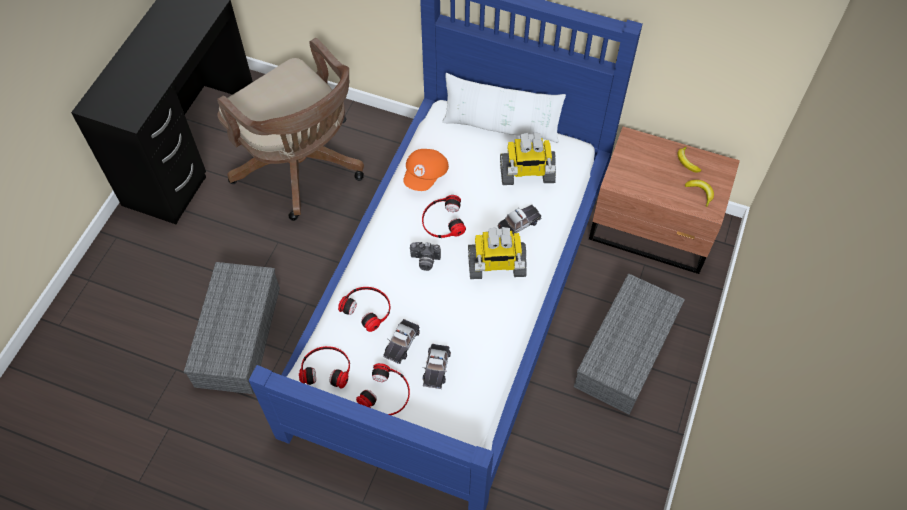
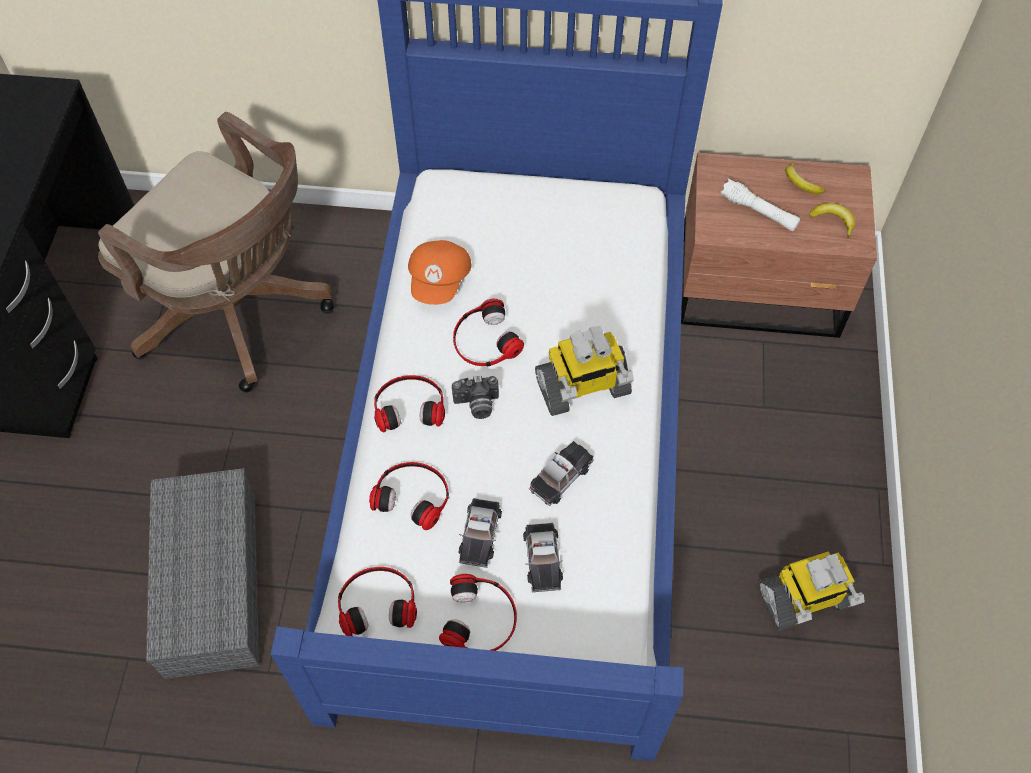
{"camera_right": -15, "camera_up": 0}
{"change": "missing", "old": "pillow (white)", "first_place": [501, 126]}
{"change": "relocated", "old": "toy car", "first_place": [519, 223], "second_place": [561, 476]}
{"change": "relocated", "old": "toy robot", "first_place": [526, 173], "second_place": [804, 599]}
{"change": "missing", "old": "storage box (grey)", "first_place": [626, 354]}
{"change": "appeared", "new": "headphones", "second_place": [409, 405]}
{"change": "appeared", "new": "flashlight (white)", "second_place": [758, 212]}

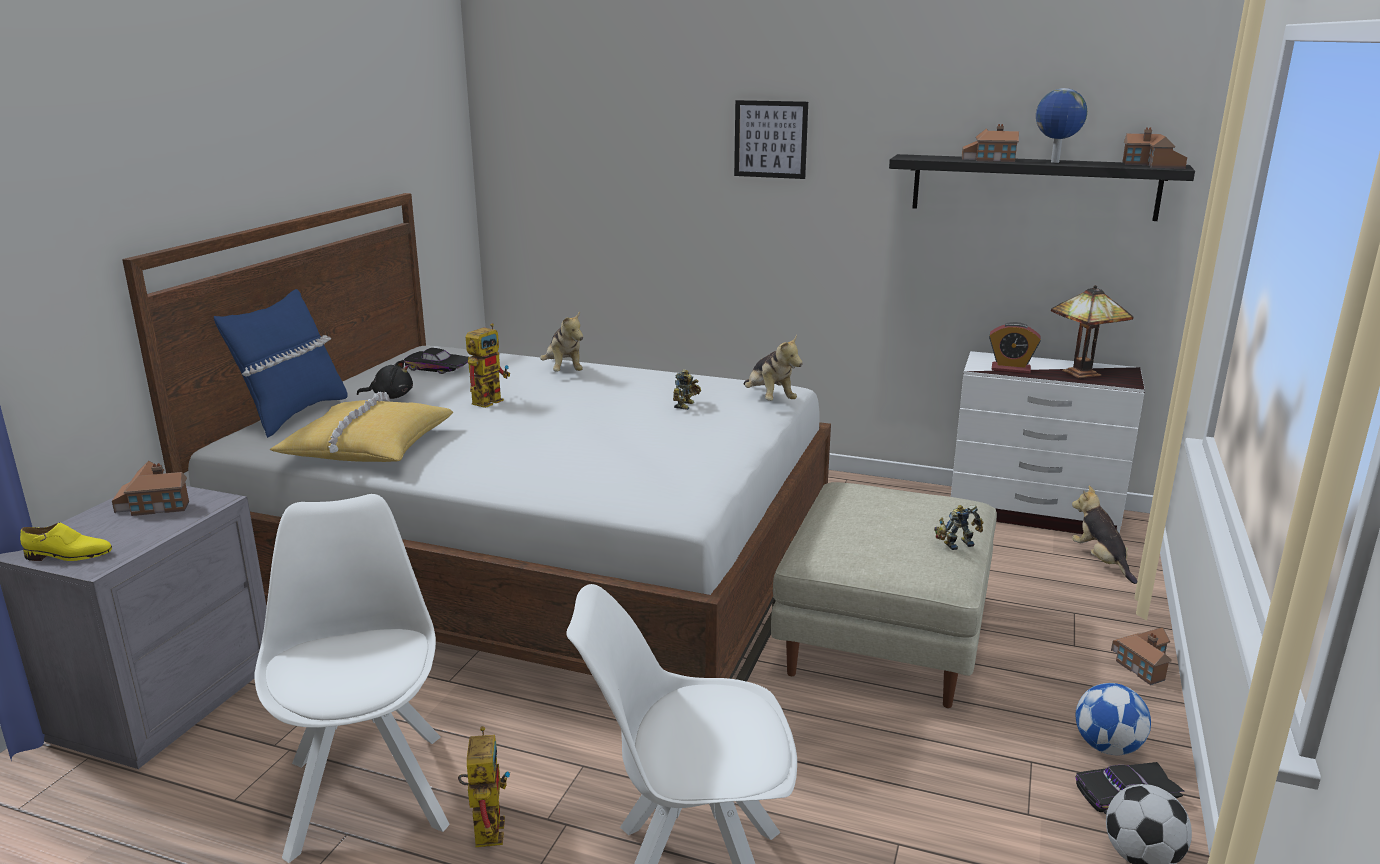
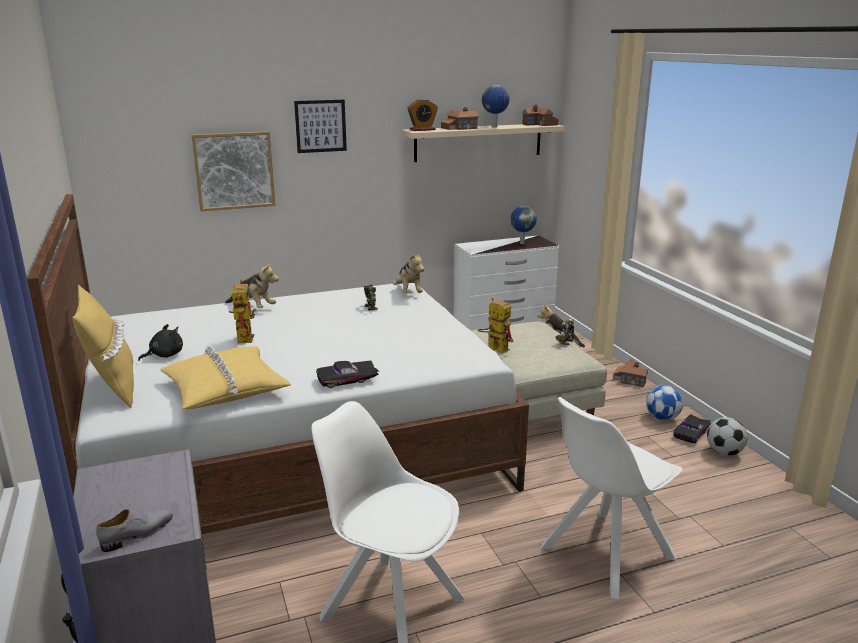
{"camera_right": -40, "camera_up": 0}
{"change": "colour", "old": "shoe (yellow)", "new": "shoe (grey)", "first_place": [69, 555], "second_place": [138, 534]}
{"change": "missing", "old": "toy house", "first_place": [153, 504]}
{"change": "colour", "old": "pillow (blue)", "new": "pillow (yellow)", "first_place": [293, 414], "second_place": [113, 388]}
{"change": "relocated", "old": "toy car (black)", "first_place": [437, 369], "second_place": [348, 380]}
{"change": "relocated", "old": "toy robot", "first_place": [486, 825], "second_place": [493, 348]}
{"change": "spun", "old": "plush toy", "first_place": [769, 399], "second_place": [408, 292], "degrees": 45}
{"change": "colour", "old": "shelf (black)", "new": "shelf (beige)", "first_place": [1033, 187], "second_place": [478, 142]}
{"change": "relocated", "old": "alarm clock", "first_place": [1010, 369], "second_place": [422, 130]}
{"change": "exchanged", "old": "table lamp", "new": "globe", "first_place": [1082, 373], "second_place": [522, 243]}
{"change": "appeared", "new": "picture", "second_place": [234, 170]}

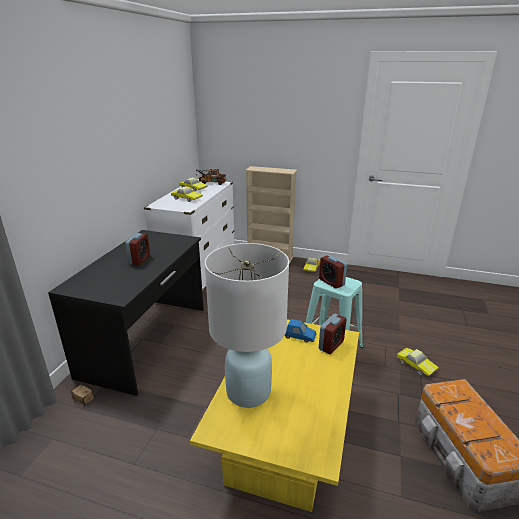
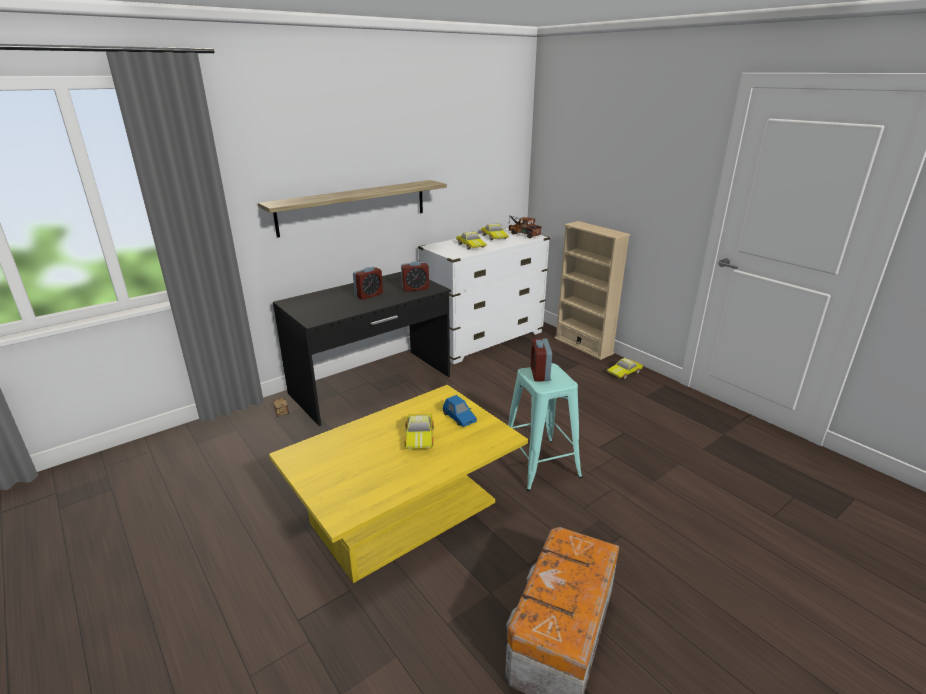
{"camera_right": 35, "camera_up": 0}
{"change": "missing", "old": "table lamp (white)", "first_place": [248, 391]}
{"change": "relocated", "old": "alarm clock", "first_place": [331, 345], "second_place": [415, 288]}
{"change": "relocated", "old": "toy car", "first_place": [416, 364], "second_place": [420, 436]}
{"change": "appeared", "new": "shelf", "second_place": [353, 207]}

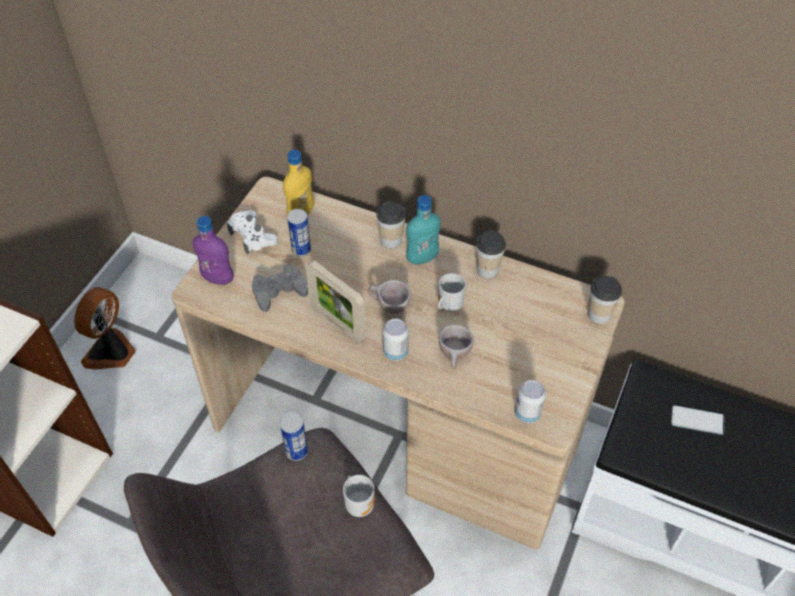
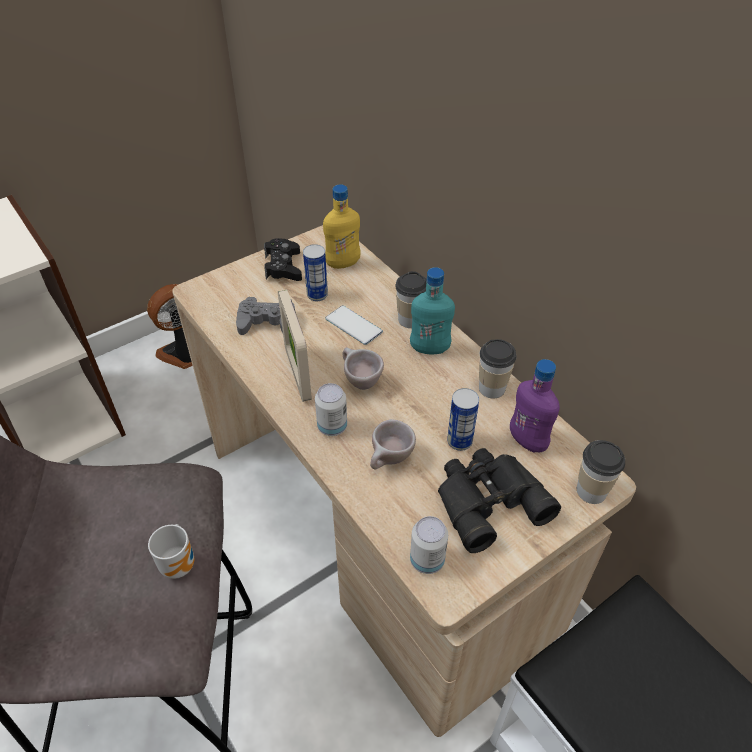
{"camera_right": 30, "camera_up": -5}
{"change": "relocated", "old": "bottle (purple)", "first_place": [218, 278], "second_place": [527, 441]}
{"change": "colour", "old": "game controller (white)", "new": "game controller (black)", "first_place": [252, 236], "second_place": [283, 266]}
{"change": "relocated", "old": "can", "first_place": [296, 451], "second_place": [459, 441]}
{"change": "missing", "old": "mug", "first_place": [448, 306]}
{"change": "relocated", "old": "phone", "first_place": [697, 420], "second_place": [353, 325]}
{"change": "appeared", "new": "binoculars (black)", "second_place": [487, 500]}

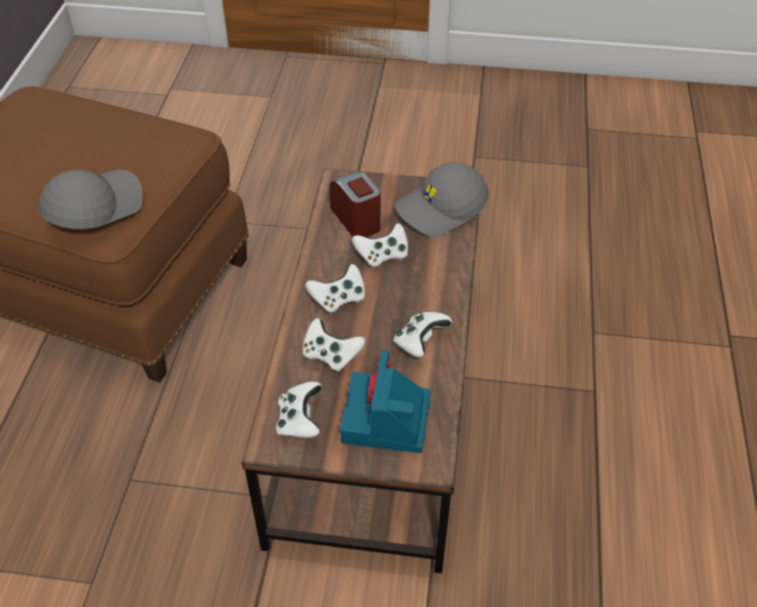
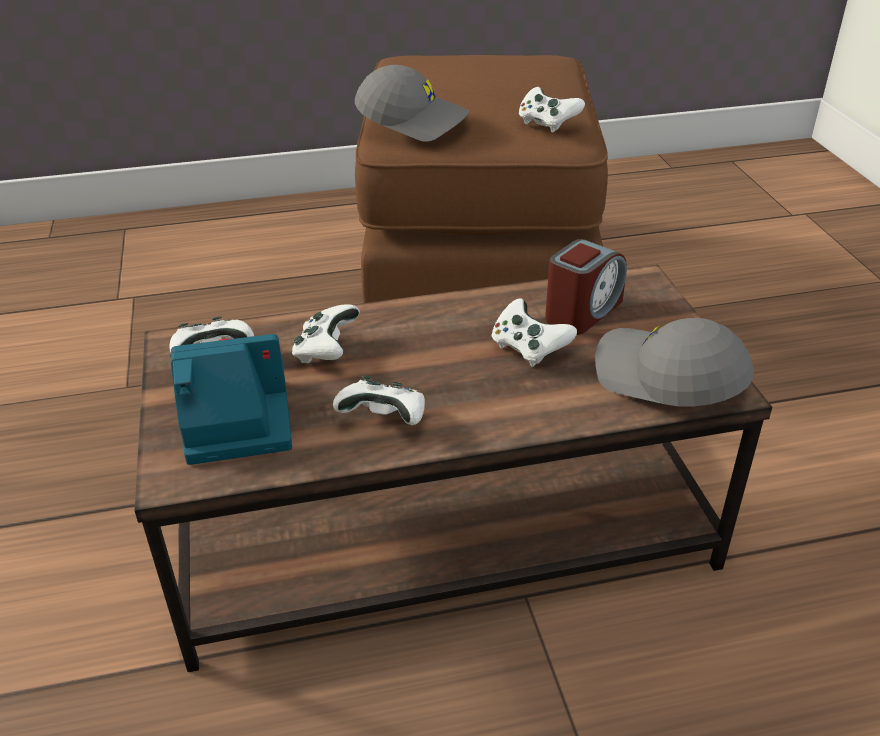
{"camera_right": 70, "camera_up": -10}
{"change": "relocated", "old": "game controller (white)", "first_place": [338, 299], "second_place": [547, 123]}

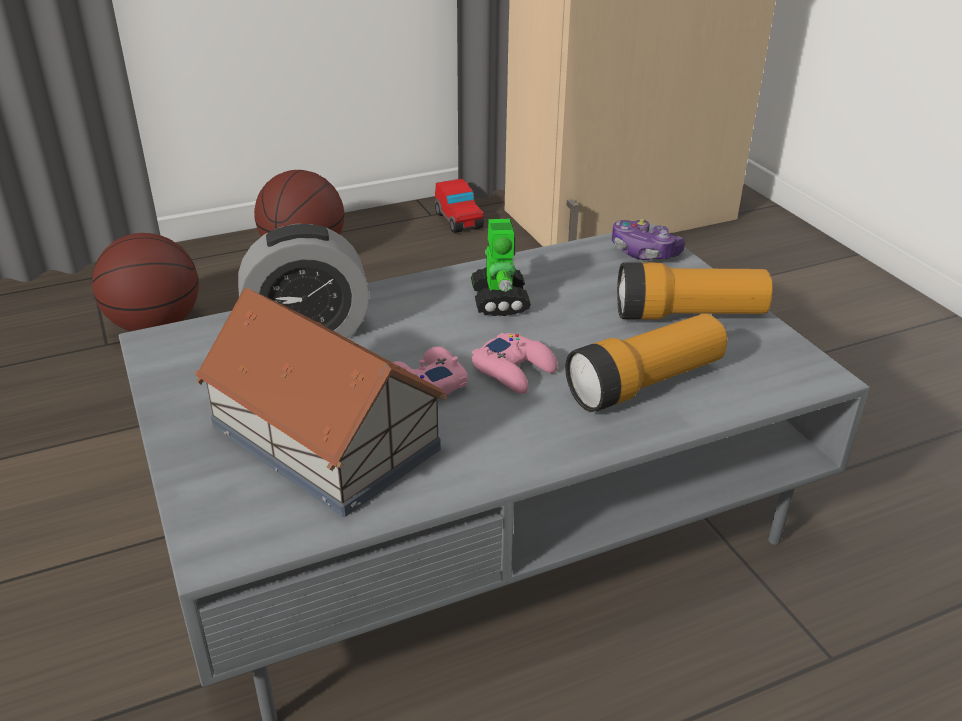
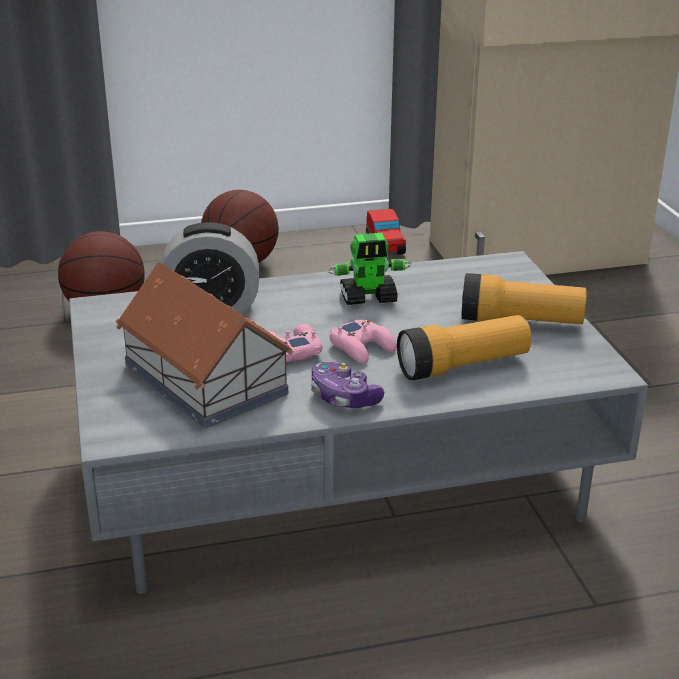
{"camera_right": 10, "camera_up": -5}
{"change": "spun", "old": "toy robot", "first_place": [499, 300], "second_place": [369, 298], "degrees": 75}
{"change": "relocated", "old": "game controller", "first_place": [644, 252], "second_place": [343, 398]}

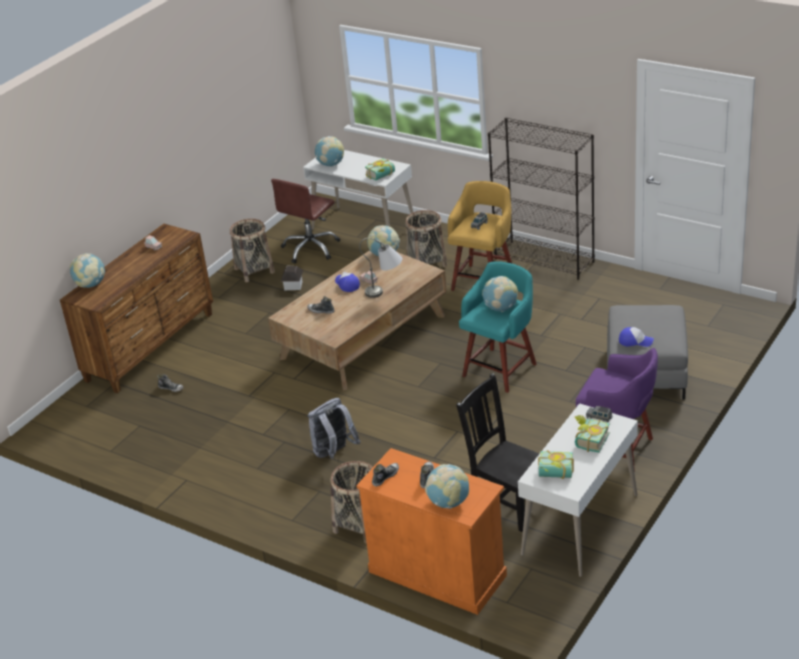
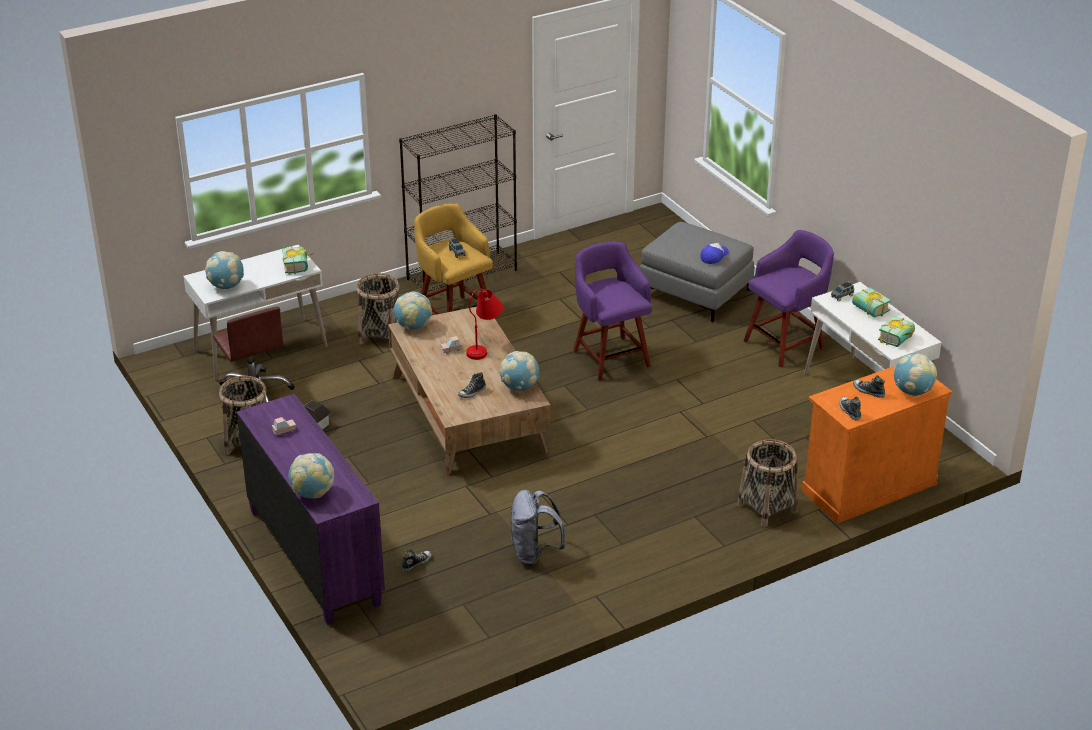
{"camera_right": -65, "camera_up": 0}
{"change": "colour", "old": "dresser (brown)", "new": "dresser (purple)", "first_place": [151, 347], "second_place": [315, 556]}
{"change": "relocated", "old": "backpack (grey)", "first_place": [334, 453], "second_place": [534, 553]}
{"change": "missing", "old": "cap", "first_place": [347, 284]}
{"change": "colour", "old": "table lamp (grey)", "new": "table lamp (red)", "first_place": [386, 292], "second_place": [485, 347]}
{"change": "missing", "old": "chair (black)", "first_place": [508, 502]}
{"change": "colour", "old": "stool (turquoise)", "new": "stool (purple)", "first_place": [501, 369], "second_place": [610, 357]}
{"change": "relocated", "old": "globe", "first_place": [500, 308], "second_place": [519, 387]}

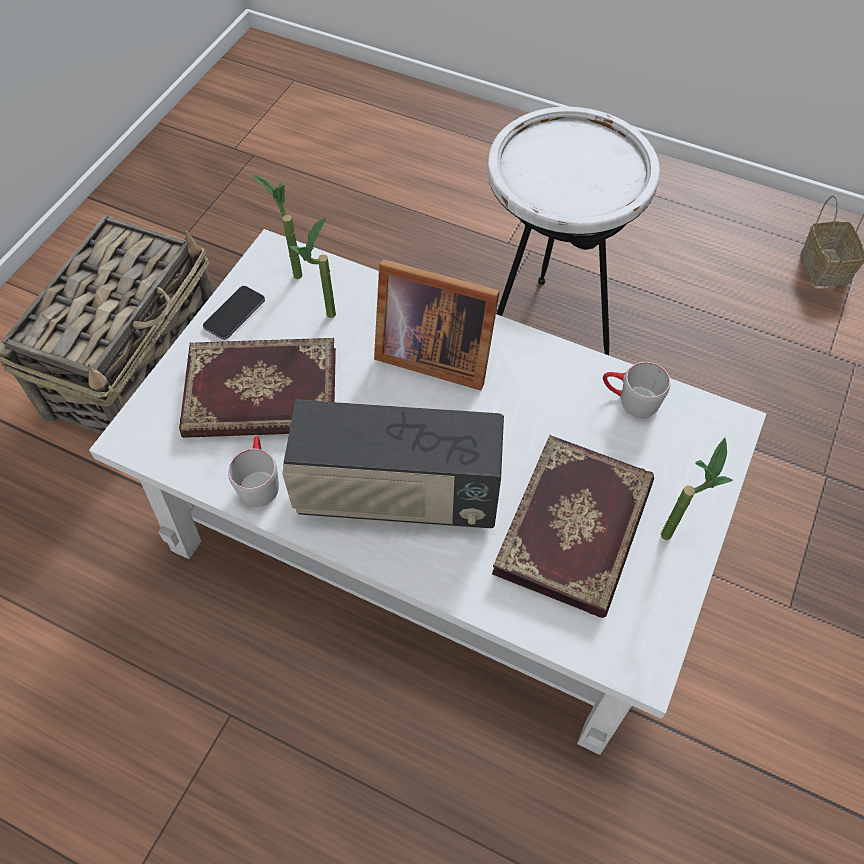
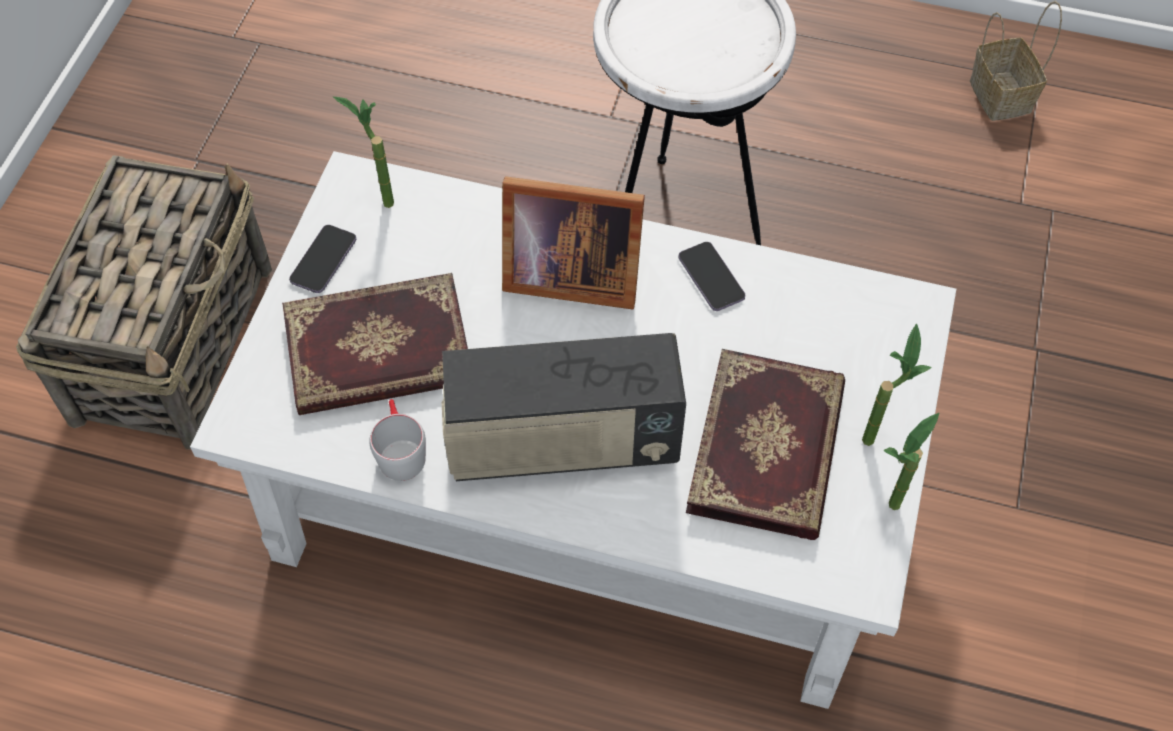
{"camera_right": -10, "camera_up": 0}
{"change": "relocated", "old": "potted plant", "first_place": [323, 319], "second_place": [888, 514]}
{"change": "missing", "old": "mug (grey)", "first_place": [630, 400]}
{"change": "appeared", "new": "phone", "second_place": [711, 278]}

